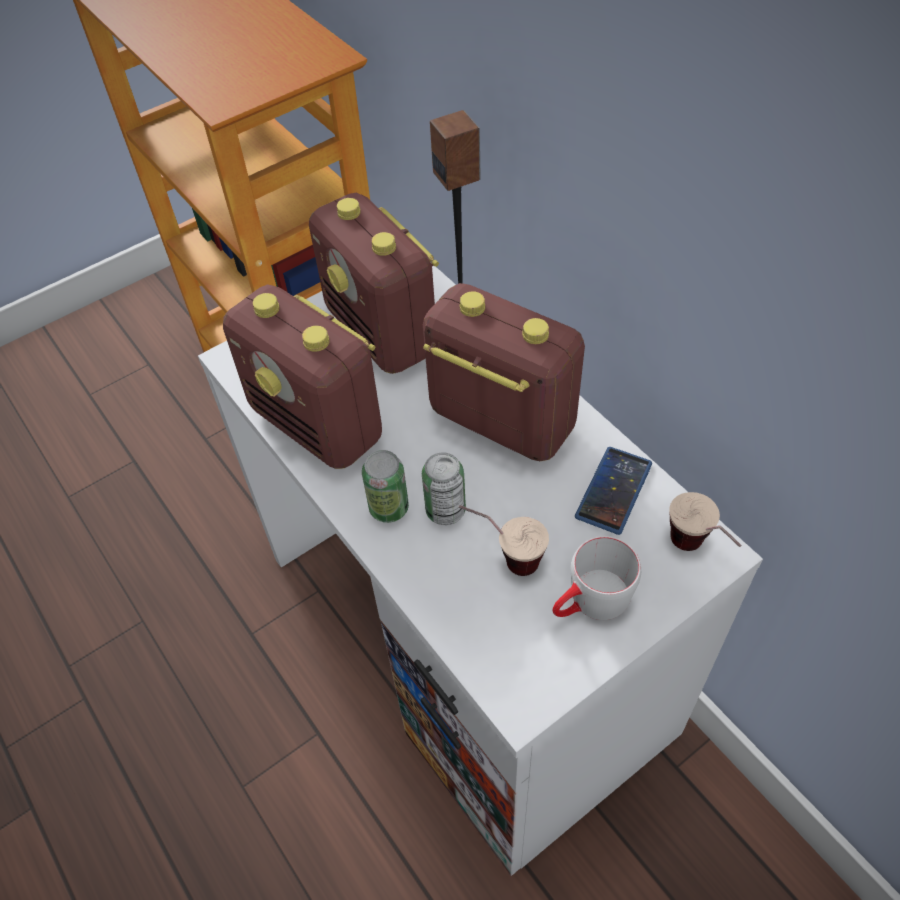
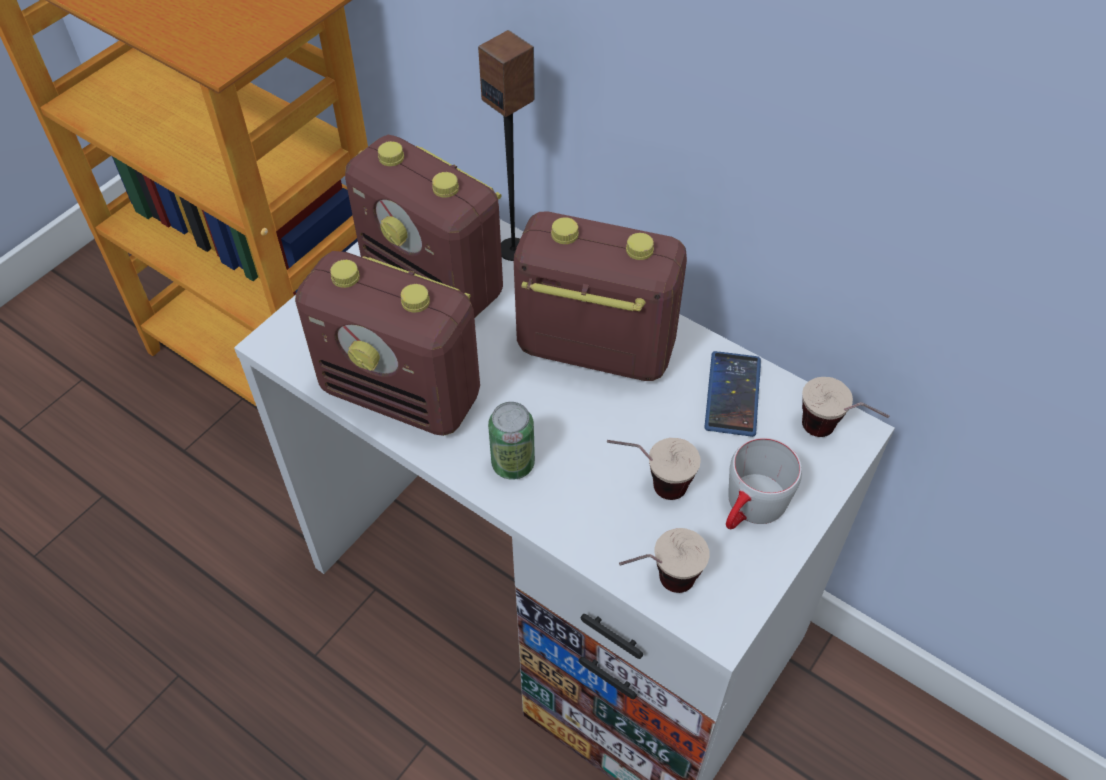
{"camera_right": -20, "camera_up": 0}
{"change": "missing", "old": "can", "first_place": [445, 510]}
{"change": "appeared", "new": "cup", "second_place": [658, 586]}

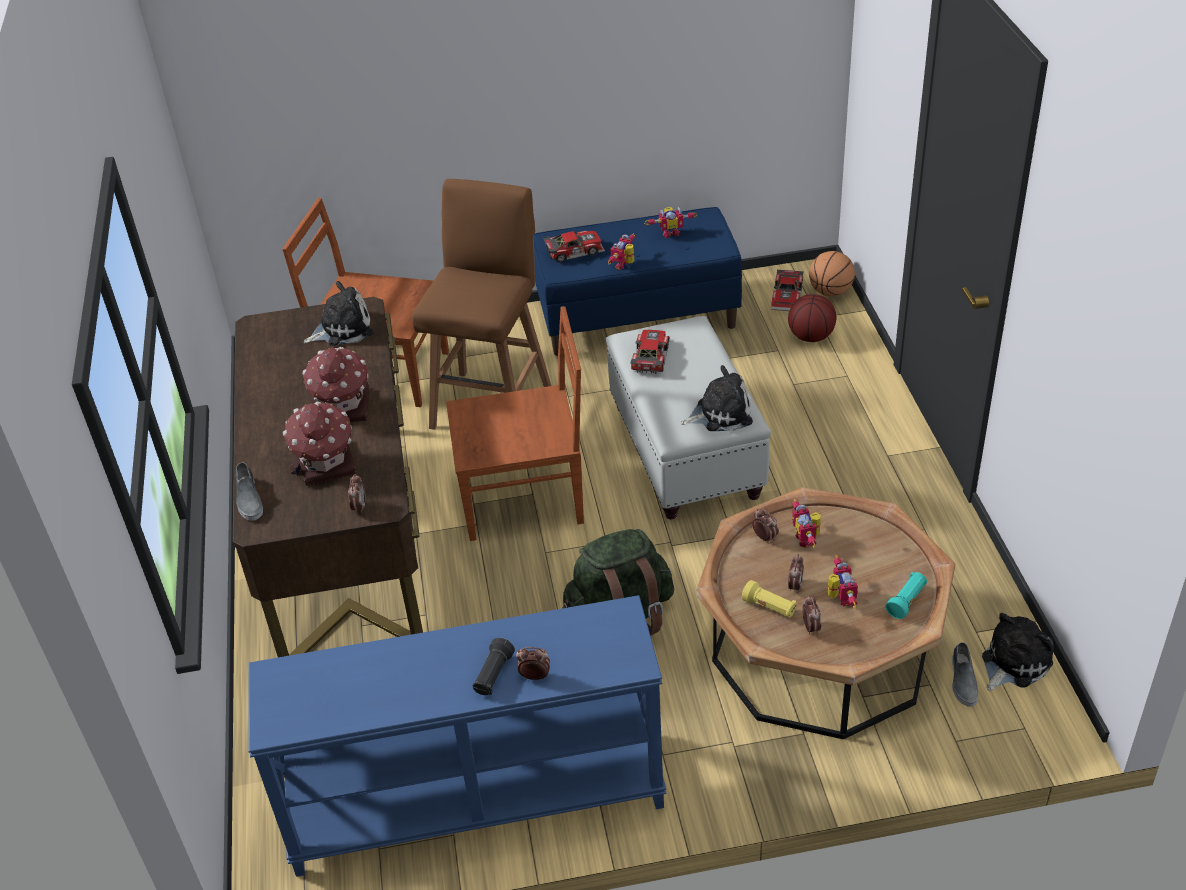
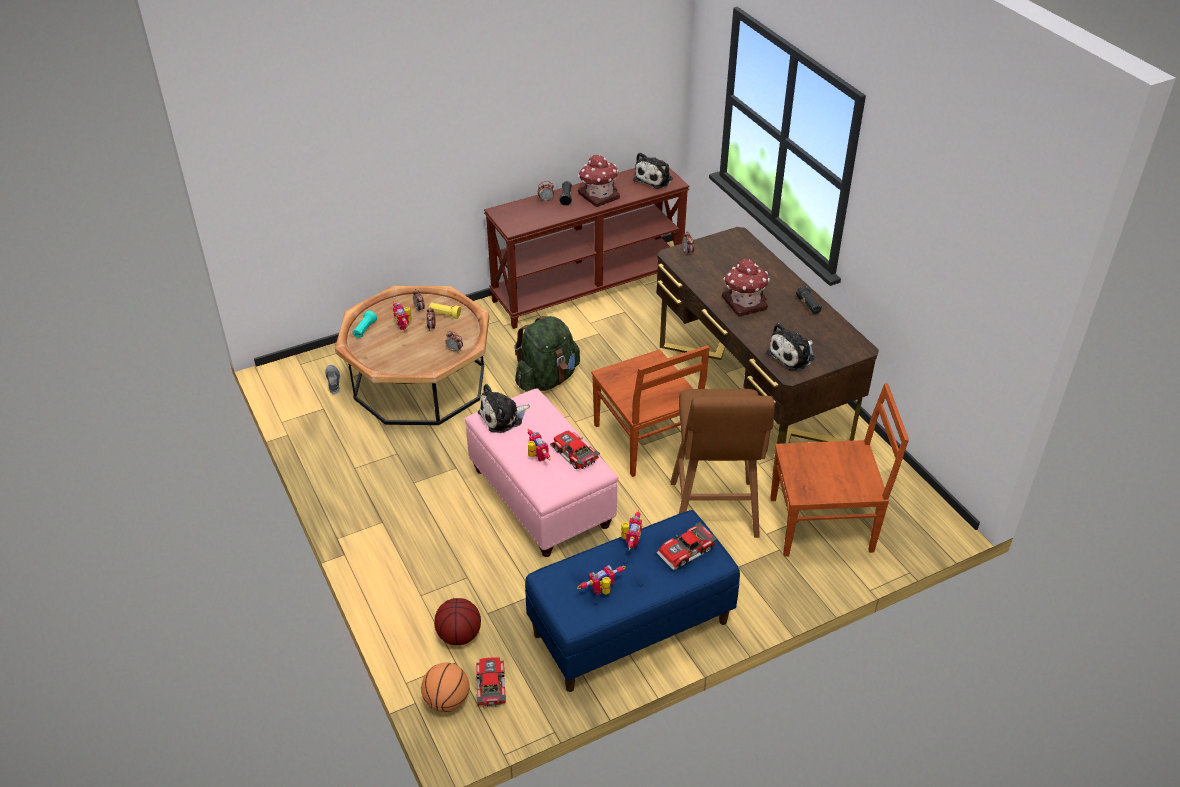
{"camera_right": 160, "camera_up": 0}
{"change": "missing", "old": "shoe (grey)", "first_place": [249, 499]}
{"change": "colour", "old": "console table (blue)", "new": "console table (brown)", "first_place": [475, 803], "second_place": [588, 287]}
{"change": "relocated", "old": "toy house", "first_place": [326, 464], "second_place": [598, 195]}
{"change": "spun", "old": "chair (brown)", "first_place": [525, 498], "second_place": [645, 441], "degrees": -90}
{"change": "colour", "old": "ottoman (white)", "new": "ottoman (pink)", "first_place": [685, 450], "second_place": [542, 498]}
{"change": "spun", "old": "toy car", "first_place": [648, 357], "second_place": [573, 454], "degrees": 150}
{"change": "relocated", "old": "toy robot", "first_place": [807, 539], "second_place": [536, 457]}
{"change": "relocated", "old": "plush toy", "first_place": [1013, 662], "second_place": [654, 179]}
{"change": "appeared", "new": "flashlight (black)", "second_place": [808, 306]}

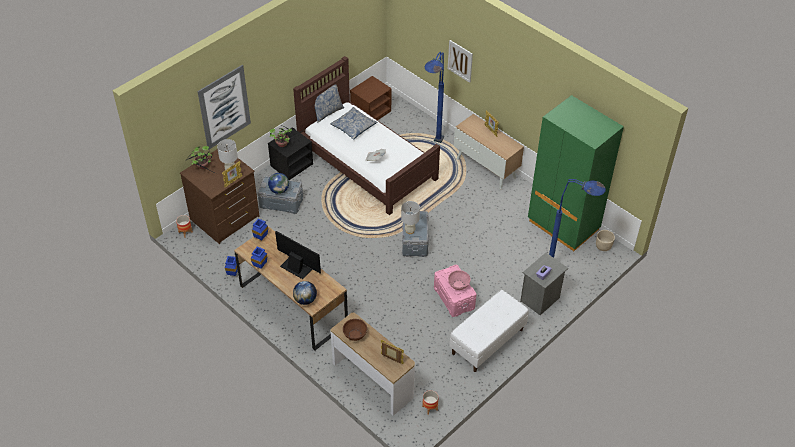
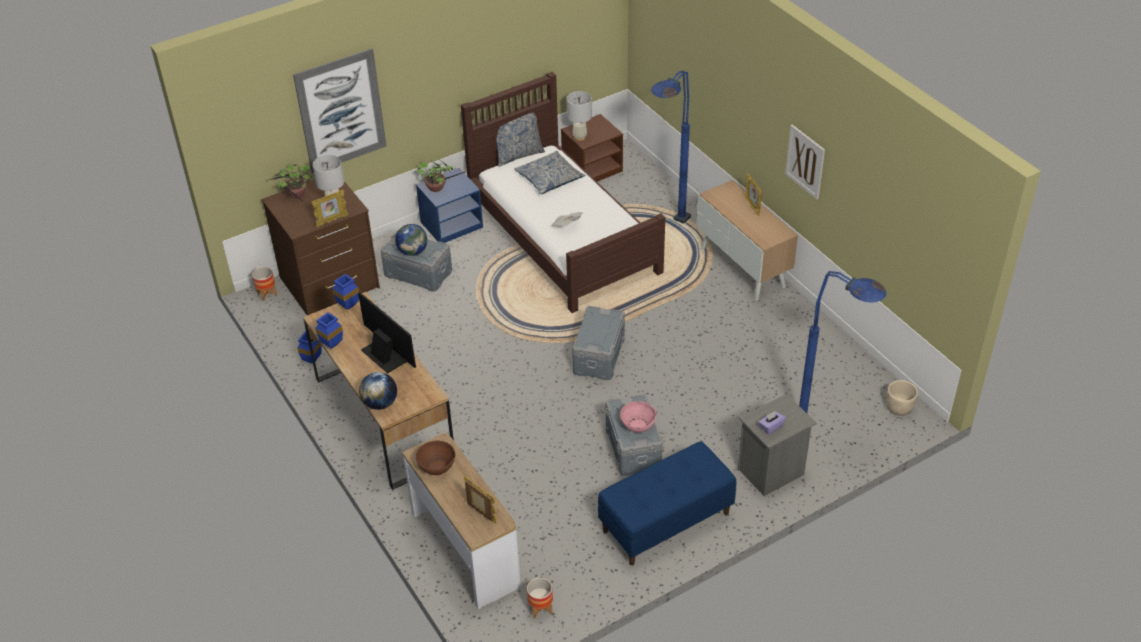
{"camera_right": 15, "camera_up": -5}
{"change": "colour", "old": "nightstand (black)", "new": "nightstand (blue)", "first_place": [291, 165], "second_place": [452, 224]}
{"change": "relocated", "old": "table lamp (white)", "first_place": [410, 231], "second_place": [579, 137]}
{"change": "colour", "old": "storage box (pink)", "new": "storage box (grey)", "first_place": [453, 298], "second_place": [632, 448]}
{"change": "relocated", "old": "picture", "first_place": [460, 61], "second_place": [805, 161]}
{"change": "colour", "old": "bench (white)", "new": "bench (blue)", "first_place": [487, 342], "second_place": [666, 522]}
{"change": "missing", "old": "wardrobe (green)", "first_place": [563, 225]}

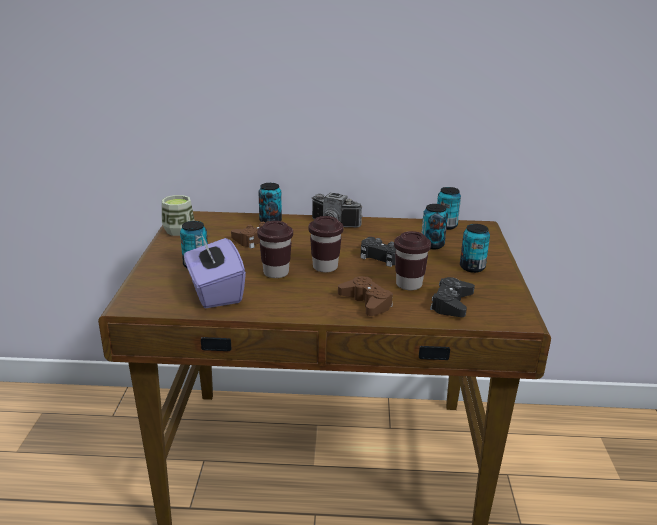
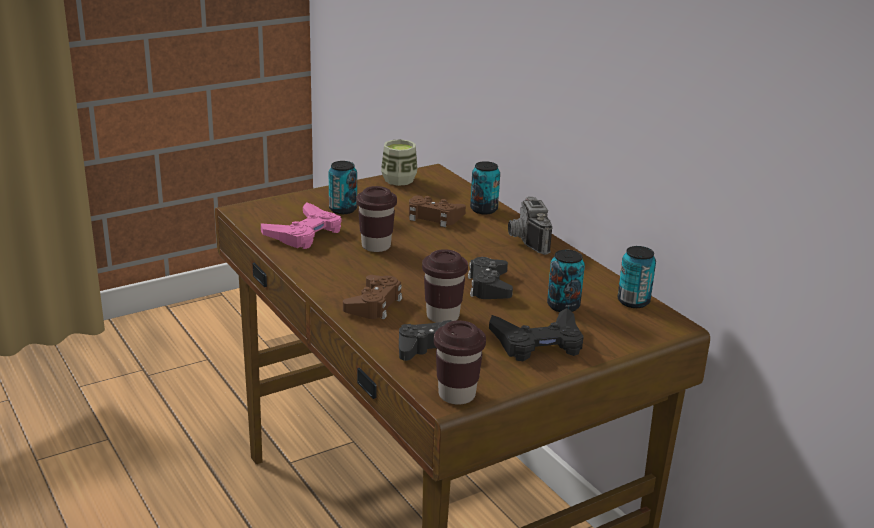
{"camera_right": 55, "camera_up": 0}
{"change": "exchanged", "old": "tissue box (purple)", "new": "game controller (pink)", "first_place": [215, 292], "second_place": [304, 233]}
{"change": "relocated", "old": "cup (brown)", "first_place": [325, 267], "second_place": [457, 395]}
{"change": "exchanged", "old": "can", "new": "game controller (black)", "first_place": [472, 267], "second_place": [538, 343]}

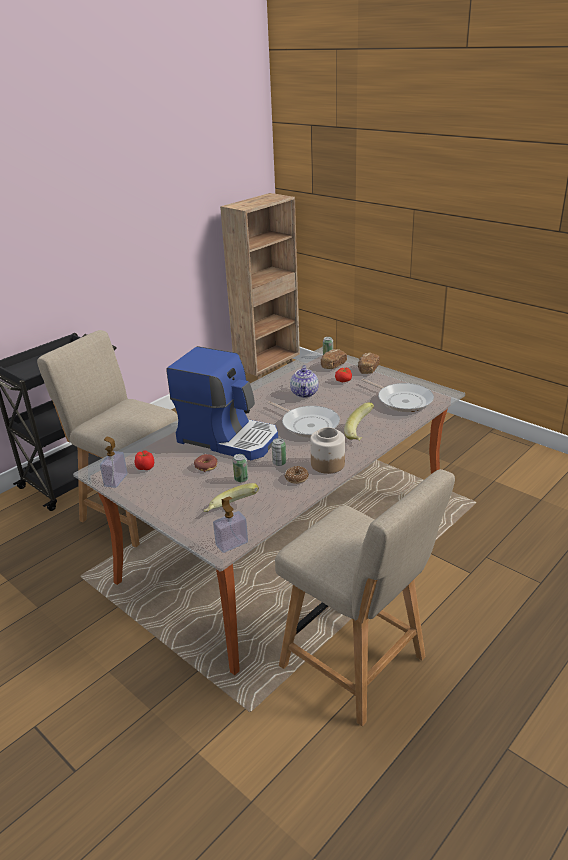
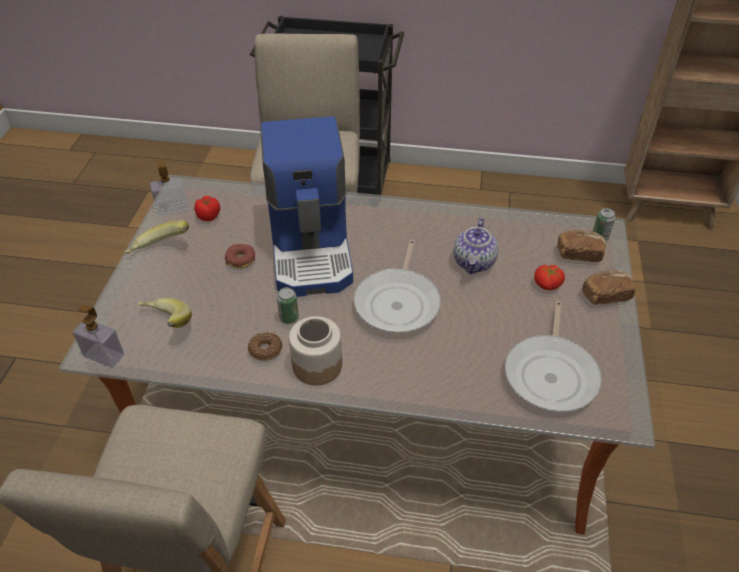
{"camera_right": 55, "camera_up": 15}
{"change": "missing", "old": "can", "first_place": [241, 479]}
{"change": "spun", "old": "teapot", "first_place": [305, 393], "second_place": [474, 262], "degrees": -45}
{"change": "relocated", "old": "banana", "first_place": [361, 433], "second_place": [160, 251]}

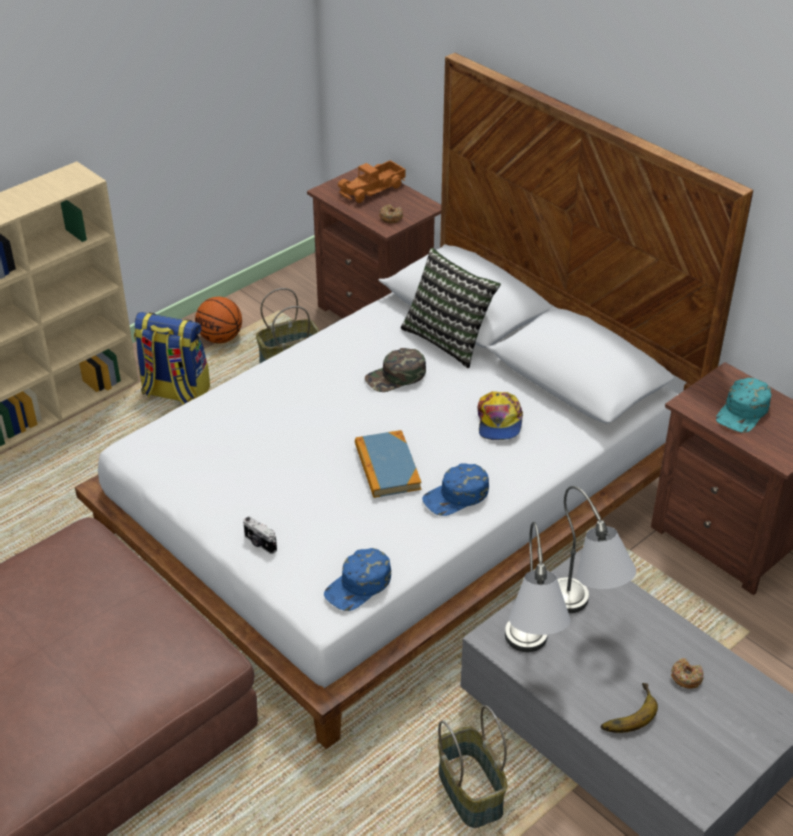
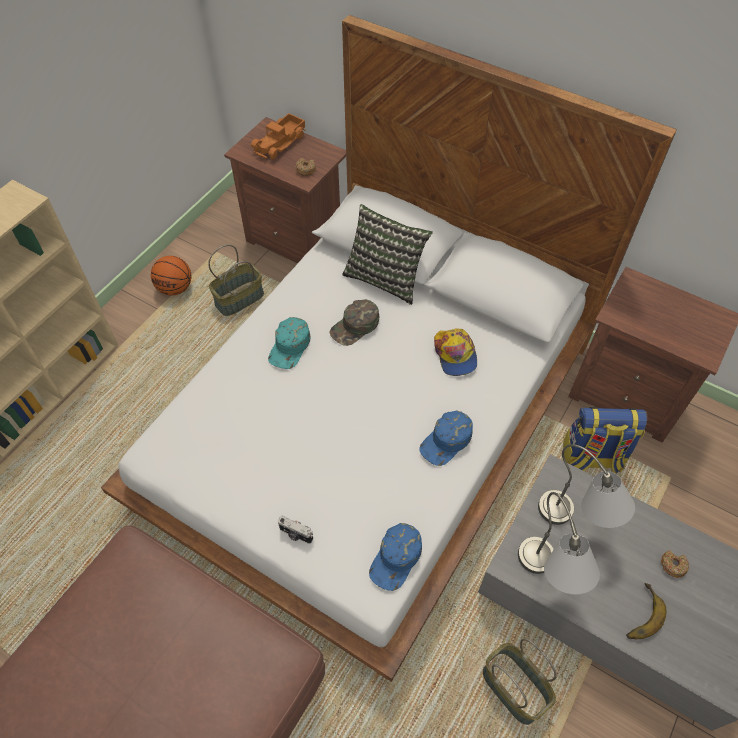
{"camera_right": -15, "camera_up": 15}
{"change": "relocated", "old": "backpack", "first_place": [175, 392], "second_place": [591, 458]}
{"change": "missing", "old": "book", "first_place": [387, 467]}
{"change": "relocated", "old": "cap (turquoise)", "first_place": [743, 412], "second_place": [290, 347]}

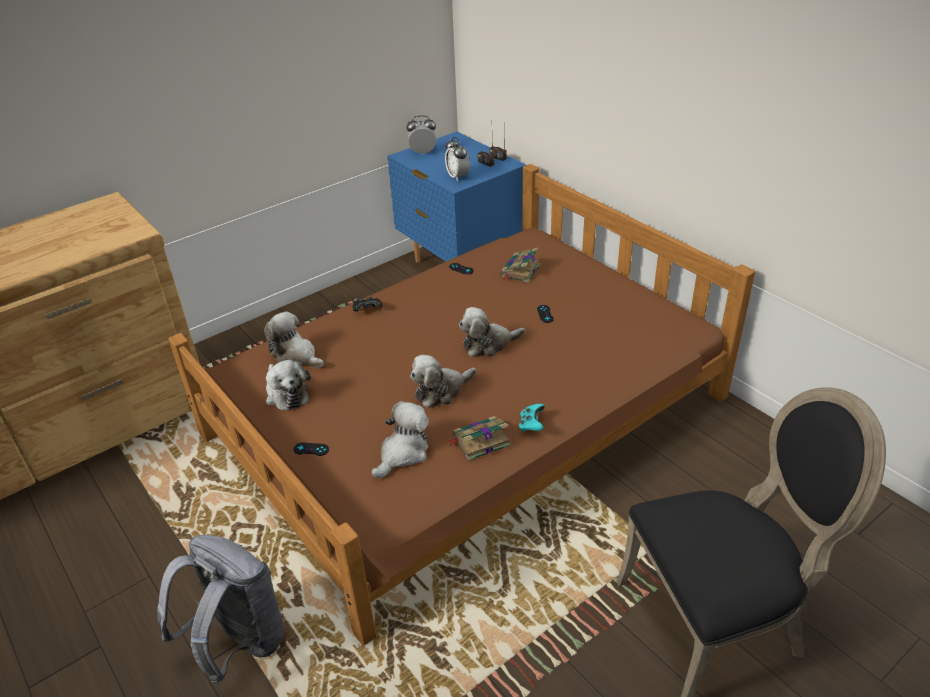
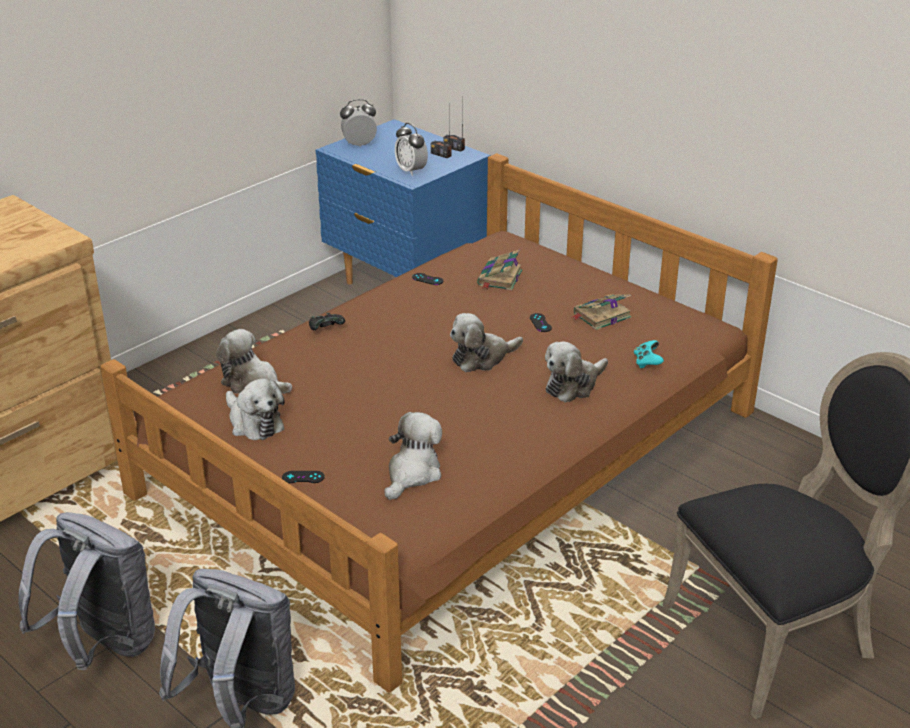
{"camera_right": -10, "camera_up": -5}
{"change": "relocated", "old": "plush toy", "first_place": [441, 391], "second_place": [573, 385]}
{"change": "relocated", "old": "book", "first_place": [480, 441], "second_place": [601, 316]}
{"change": "relocated", "old": "game controller (turquoise)", "first_place": [531, 425], "second_place": [647, 362]}
{"change": "appeared", "new": "backpack (grey)", "second_place": [103, 645]}

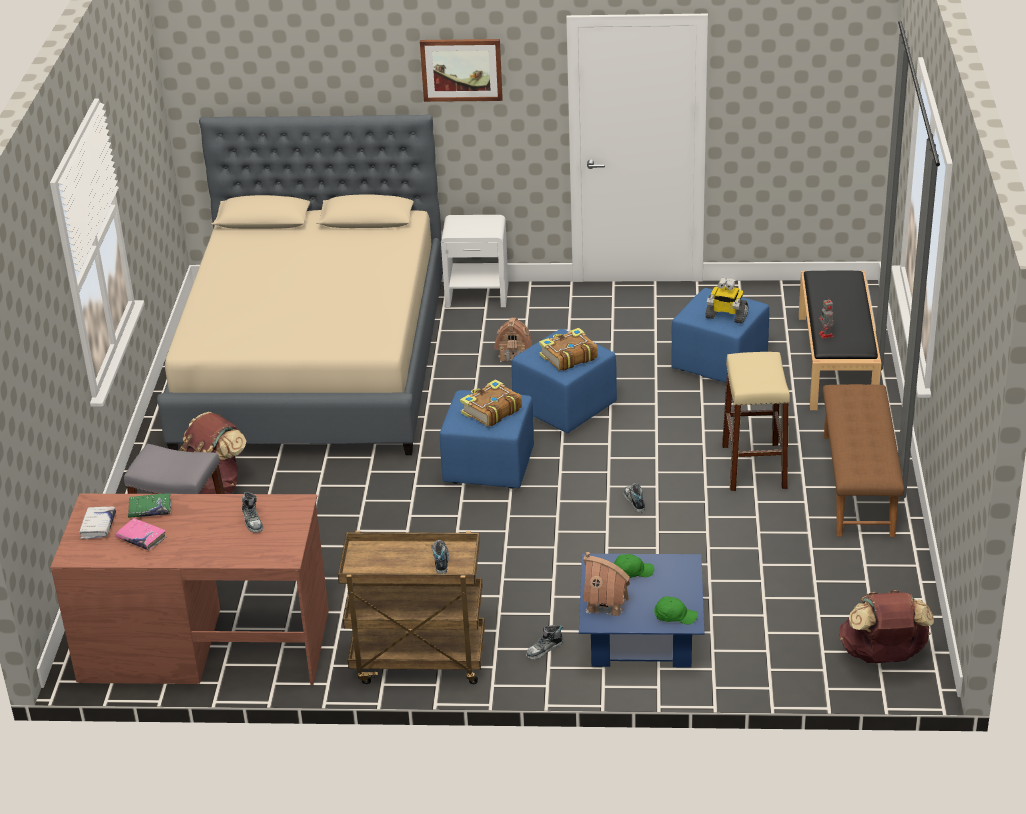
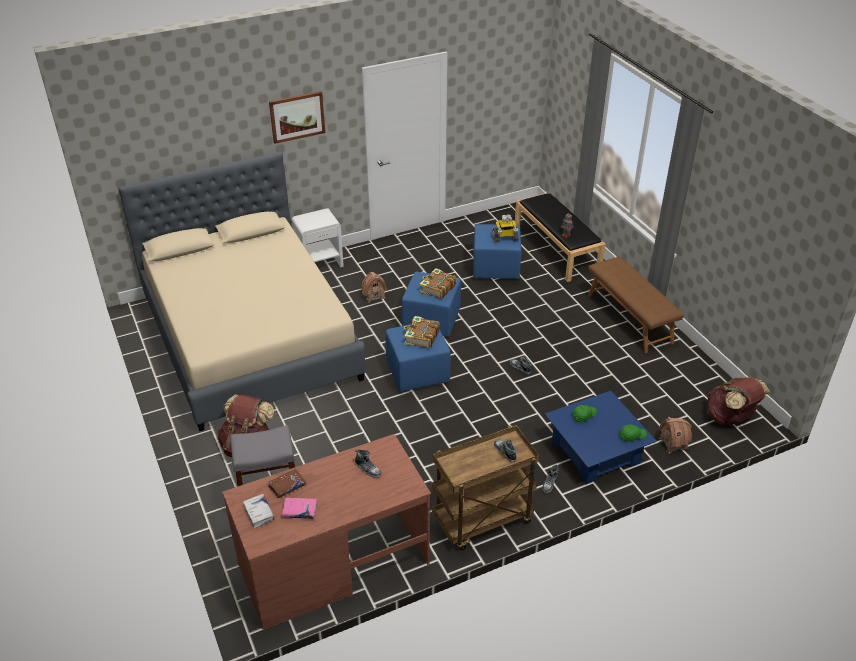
{"camera_right": -30, "camera_up": 5}
{"change": "colour", "old": "book (green)", "new": "book (brown)", "first_place": [150, 510], "second_place": [287, 486]}
{"change": "relocated", "old": "toy house", "first_place": [606, 603], "second_place": [673, 443]}
{"change": "missing", "old": "stool (beige)", "first_place": [754, 467]}

